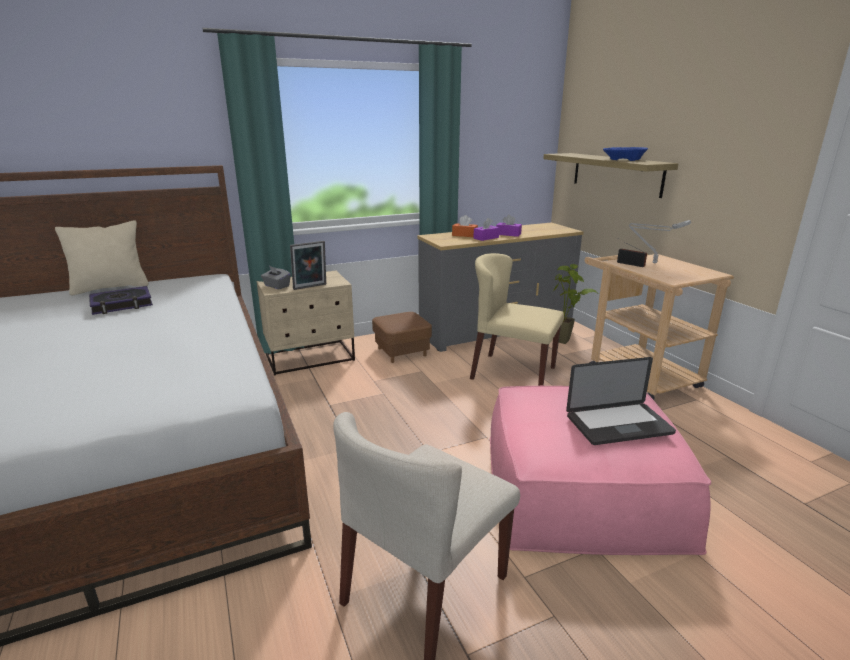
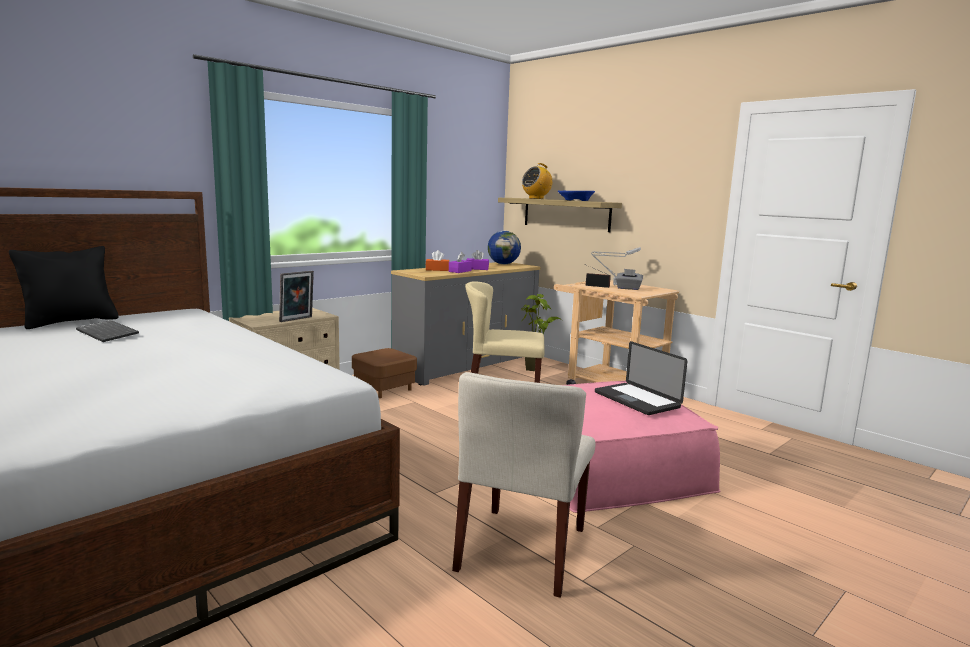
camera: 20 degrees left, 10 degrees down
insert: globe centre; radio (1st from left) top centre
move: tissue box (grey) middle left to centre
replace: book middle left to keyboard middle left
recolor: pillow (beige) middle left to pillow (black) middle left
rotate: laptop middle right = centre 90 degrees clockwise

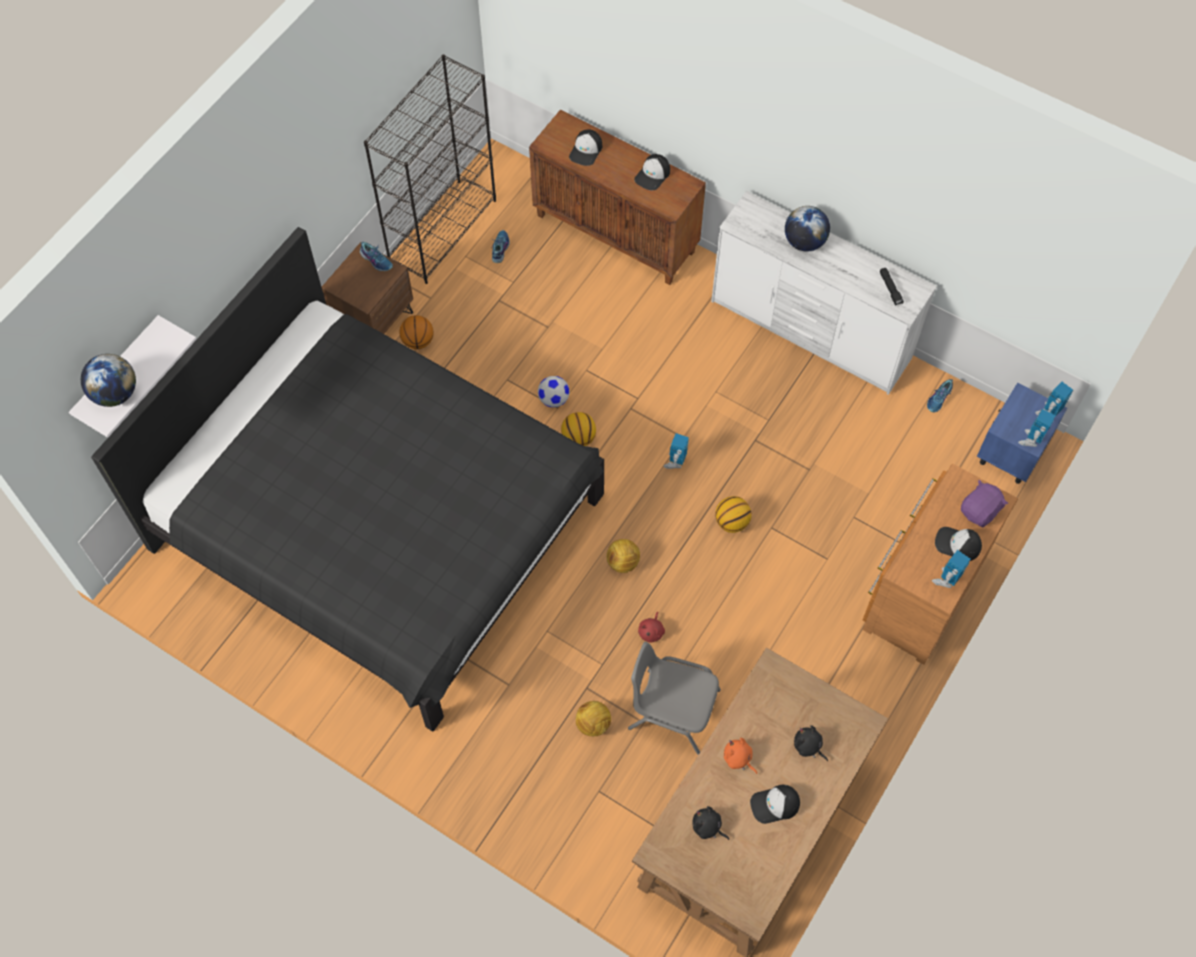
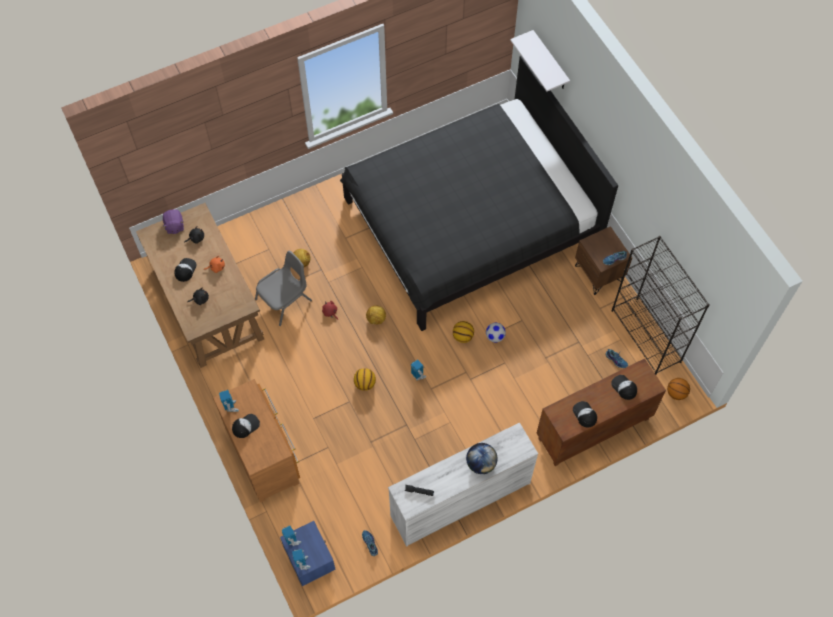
camera: 120 degrees right, 0 degrees up
delete: globe (1st from left) middle left
move: basketball (1st from left in the first image) centre to basketball (3rd from left) middle right; plush toy (purple) middle right to middle left

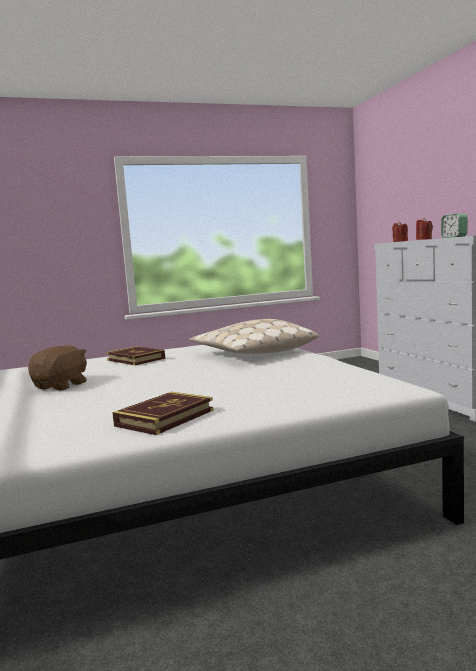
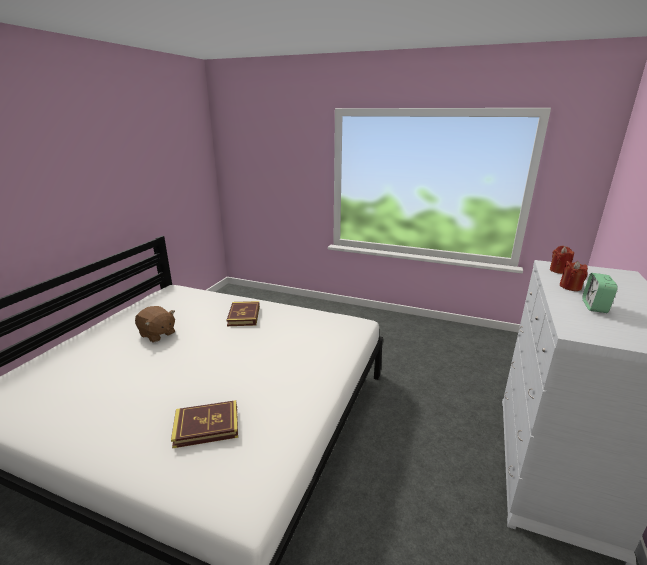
camera: 40 degrees right, 15 degrees up
delete: pillow (beige) centre
move: book (2nd from left in the first image) centre to book (1st from left) bottom left
rotate: plush toy (brown) middle left = middle left 60 degrees clockwise

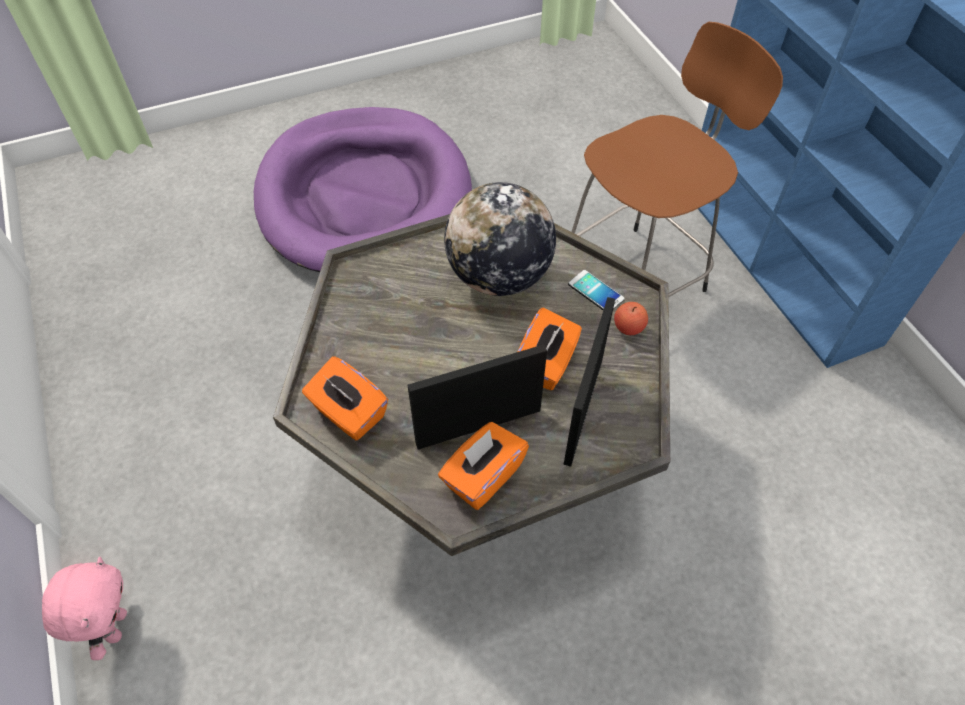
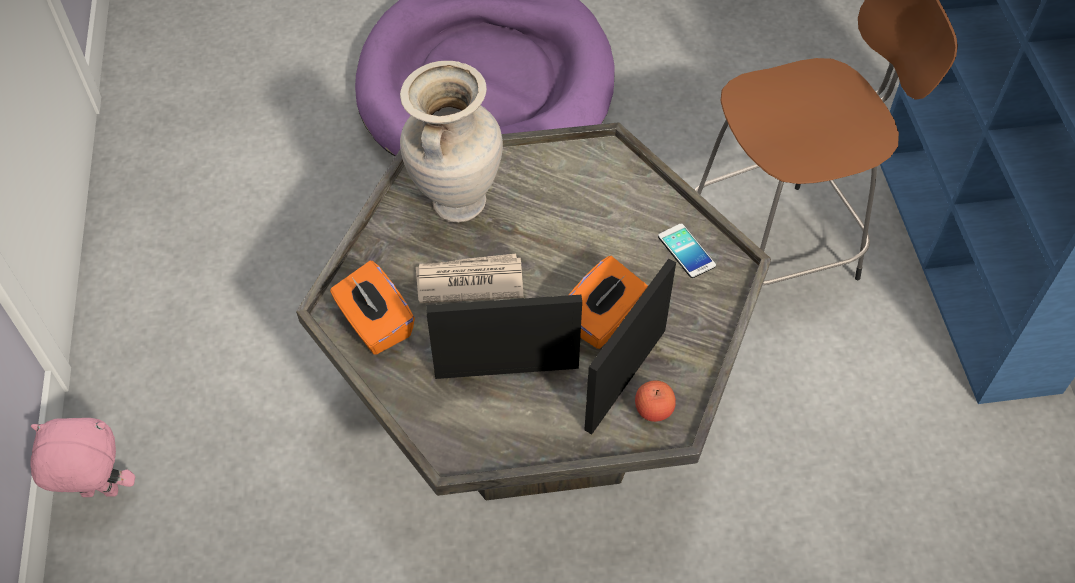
camera: 15 degrees right, 0 degrees up
delete: tissue box (orange) (2nd from left) centre; globe centre
insert: vase (beige) top centre; newspaper centre
move: apple centre to bottom centre
rotate: plush toy (pink) bottom left = bottom left 105 degrees counterclockwise

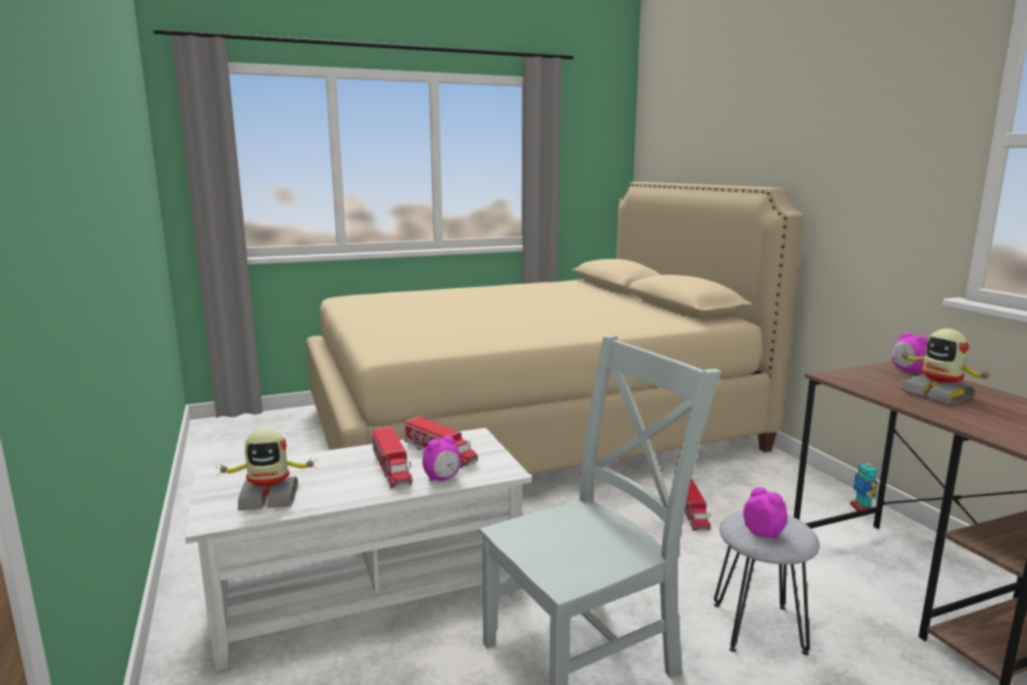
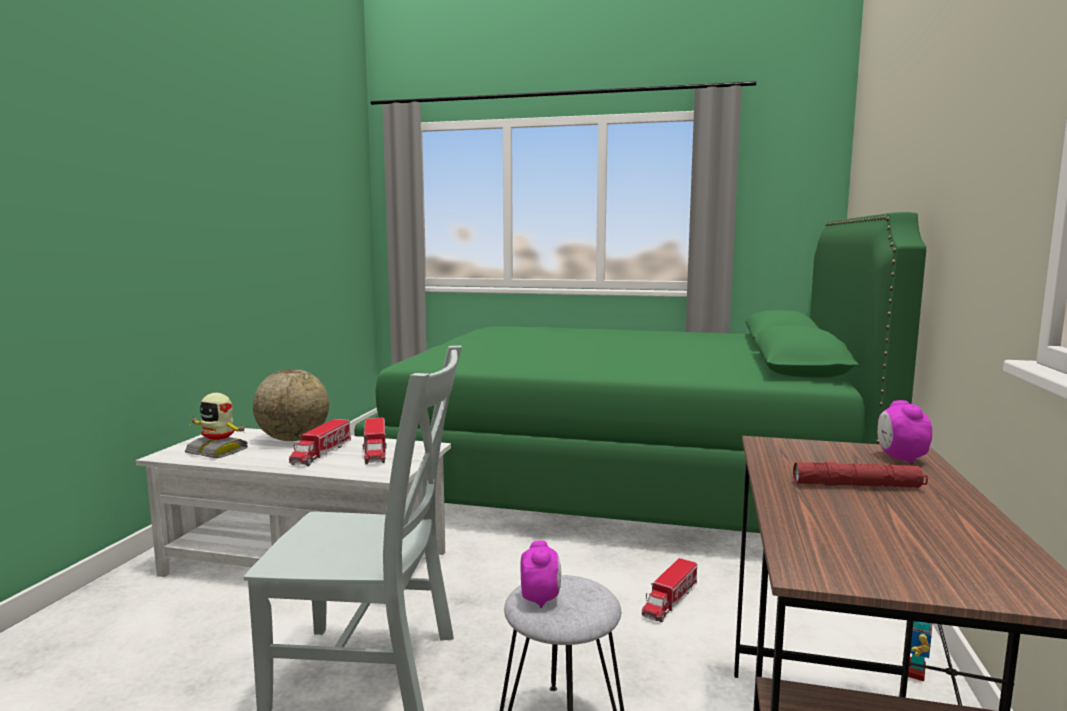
camera: 35 degrees right, 5 degrees down
delete: alarm clock (1st from left) bottom centre
insert: globe middle left
replace: toy robot (3rd from left) middle right to flashlight (red) bottom right
recolor: bed (beige) centre to bed (green) centre

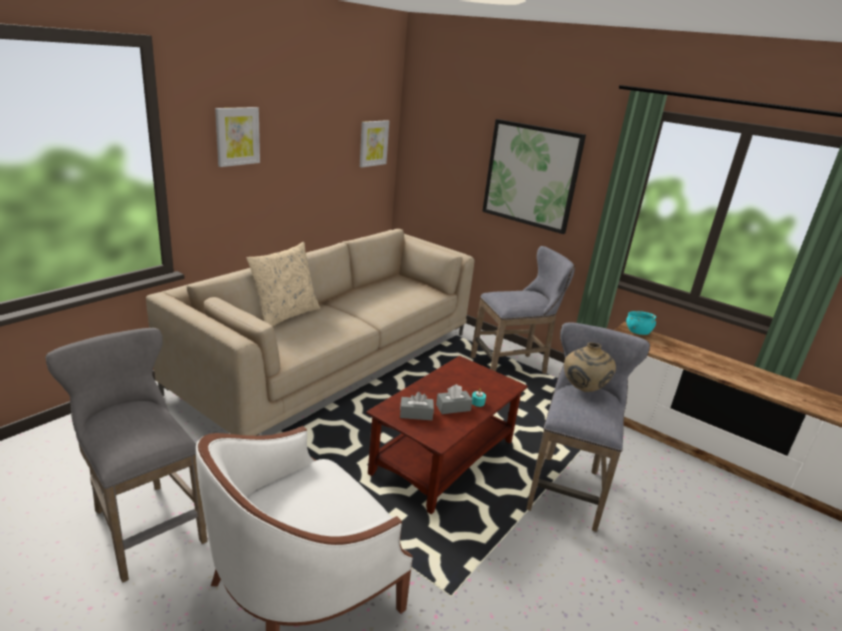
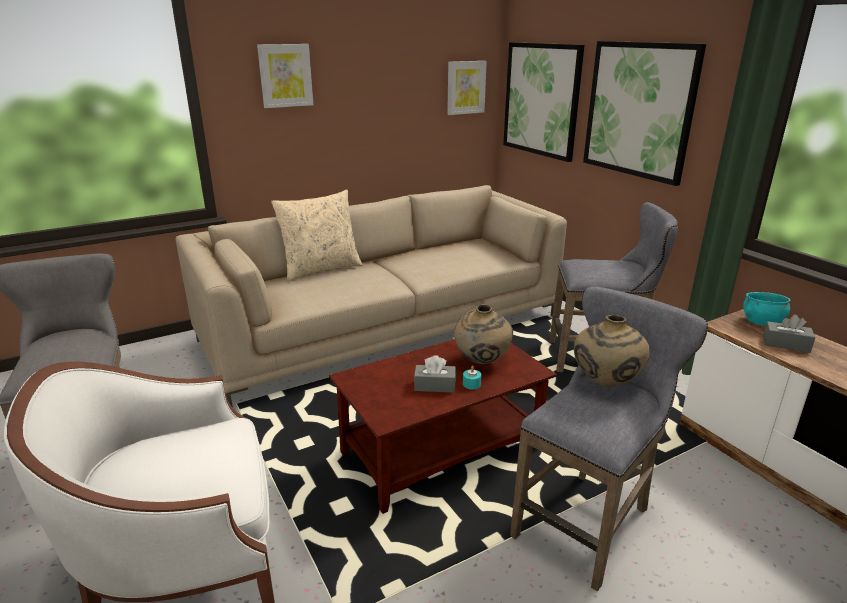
camera: 25 degrees right, 0 degrees up
insert: vase (beige) (1st from left) centre; picture (3rd from left) top centre
move: tissue box (grey) (1st from left in the first image) centre to tissue box (grey) (2nd from left) middle right

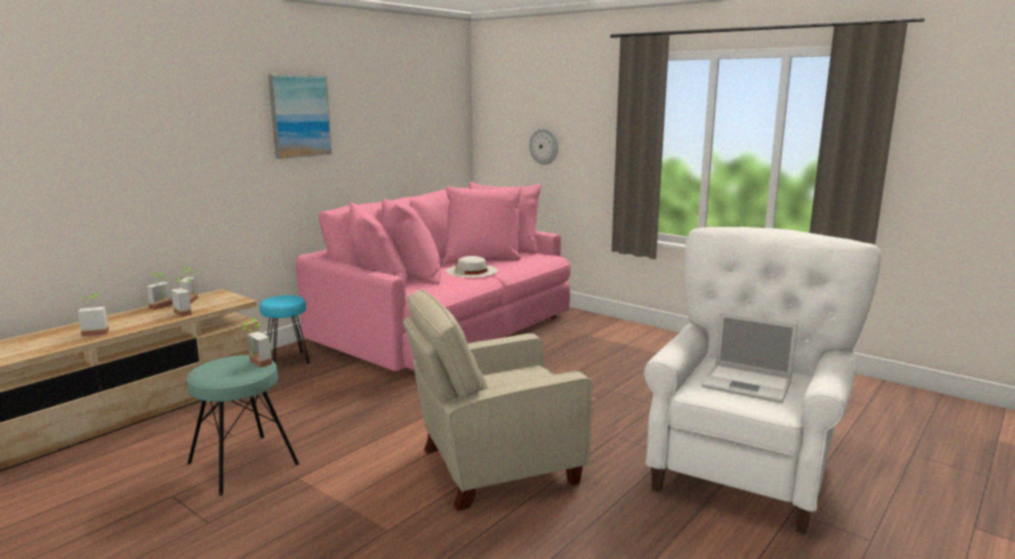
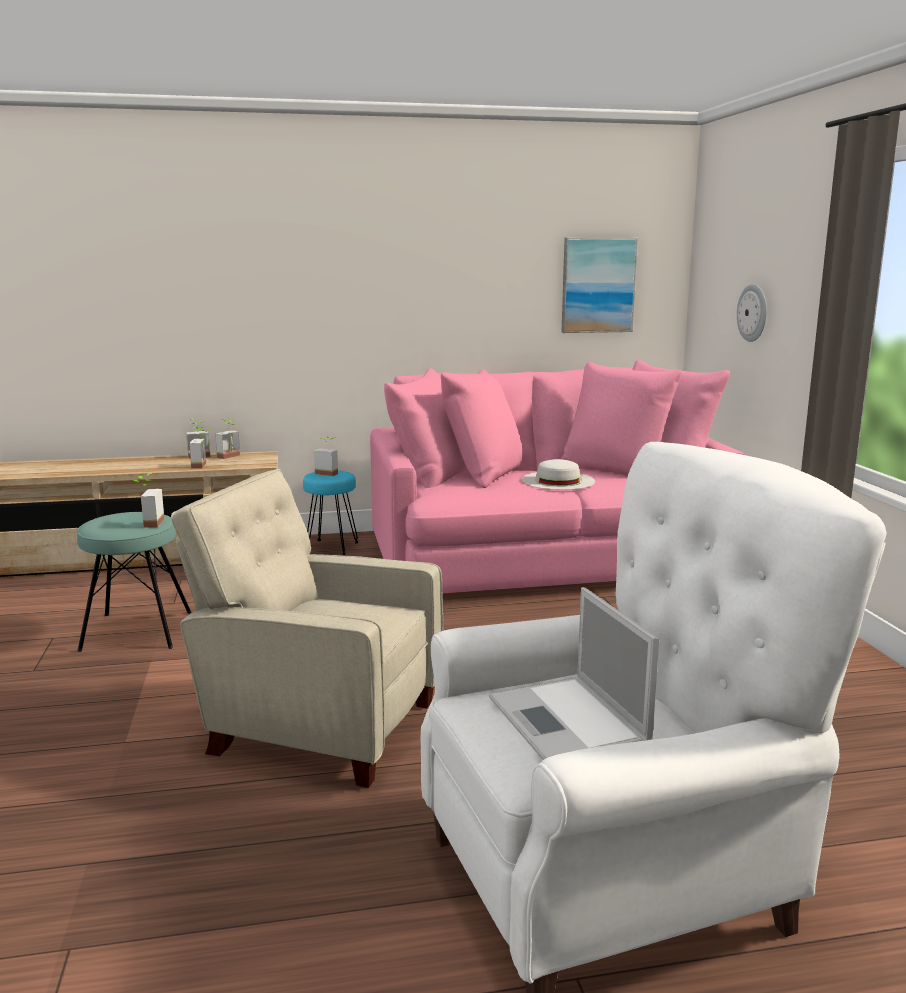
camera: 40 degrees right, 0 degrees up
move: potted plant (1st from left in the first image) middle left to potted plant (5th from left) centre; picture top left to top centre

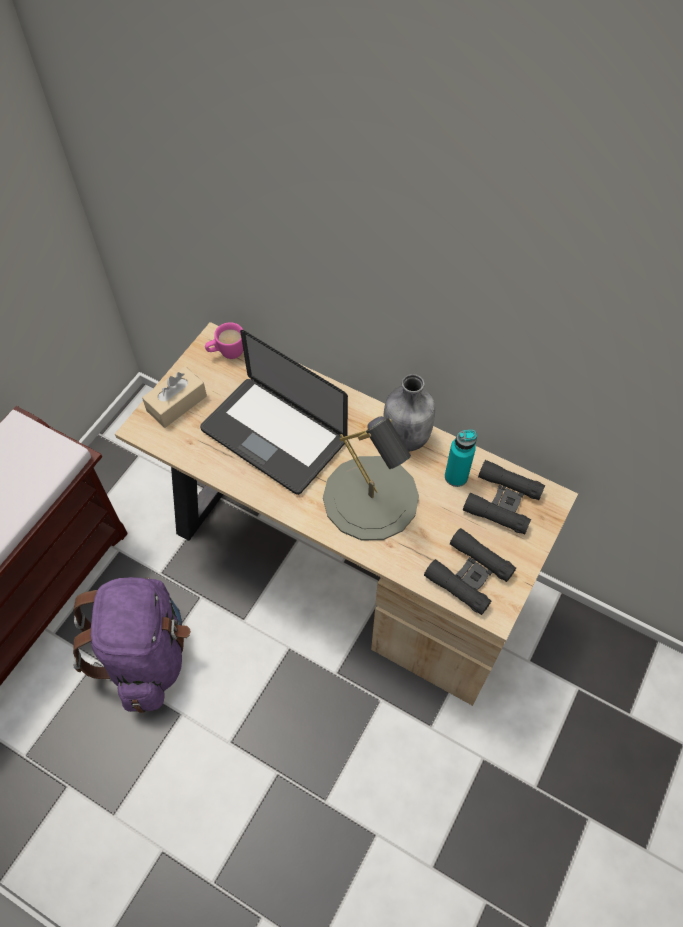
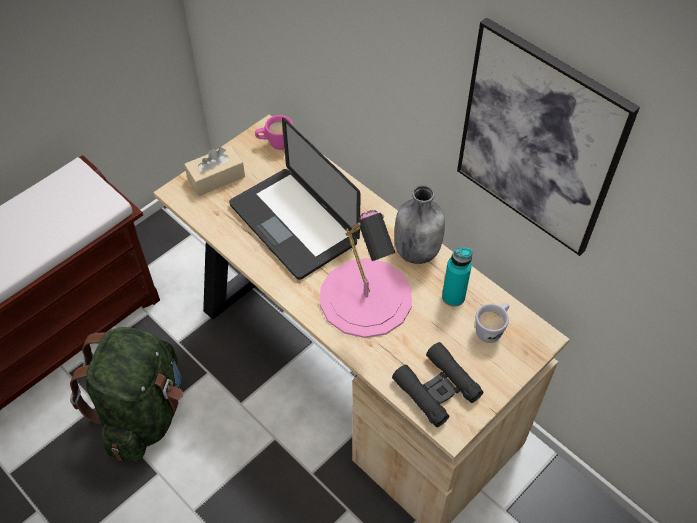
camera: 15 degrees right, 5 degrees down
insert: picture top right
replace: binoculars (black) (2nd from left) middle right to mug (white) middle right
recolor: backpack (purple) bottom left to backpack (green) bottom left; table lamp (grey) centre to table lamp (pink) centre

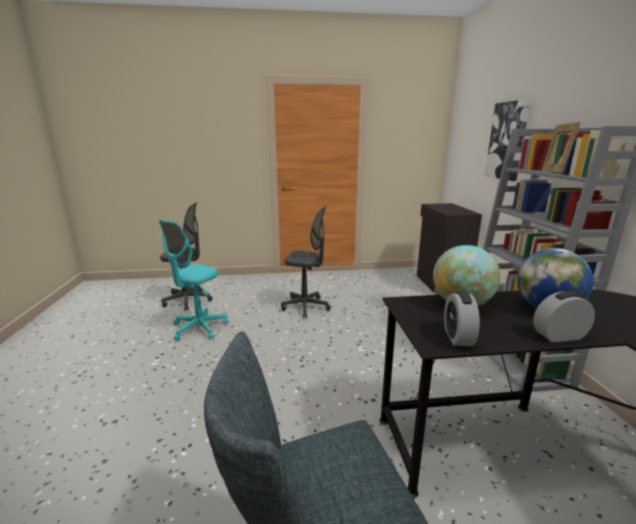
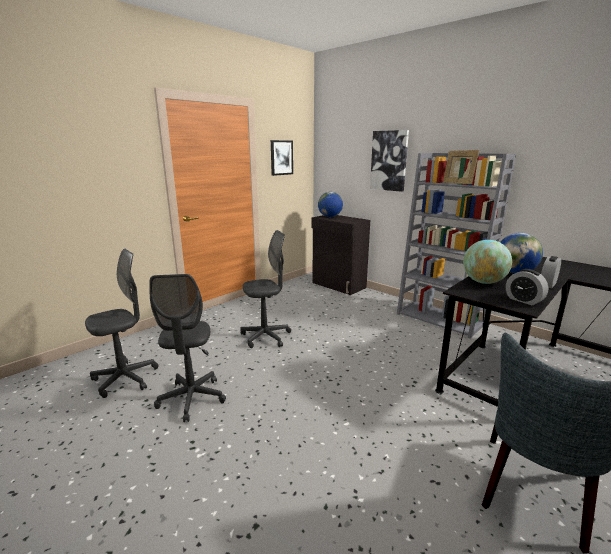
camera: 40 degrees left, 0 degrees up
insert: picture (1st from left) top centre; globe (1st from left) centre
recolor: office chair (turquoise) middle left to office chair (grey) (2nd from left) middle left

